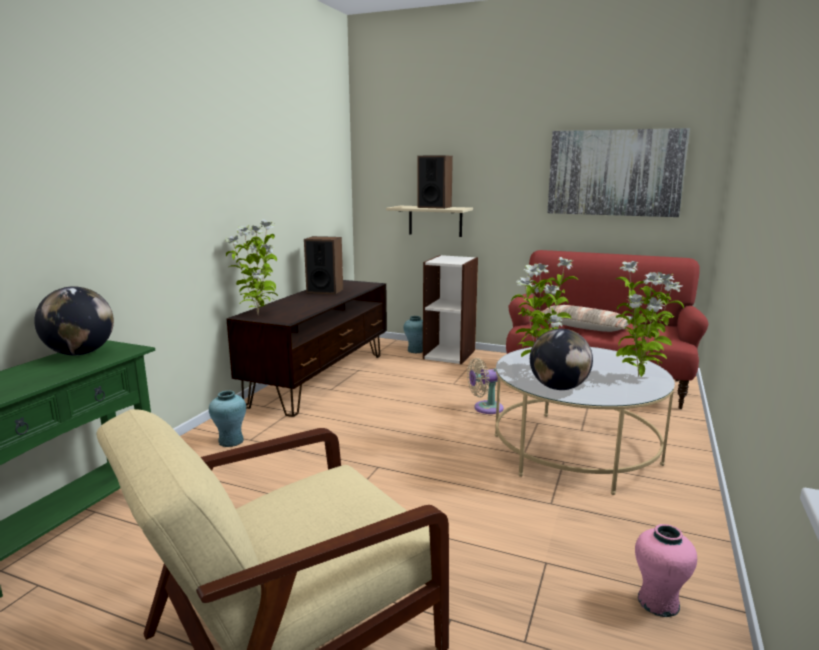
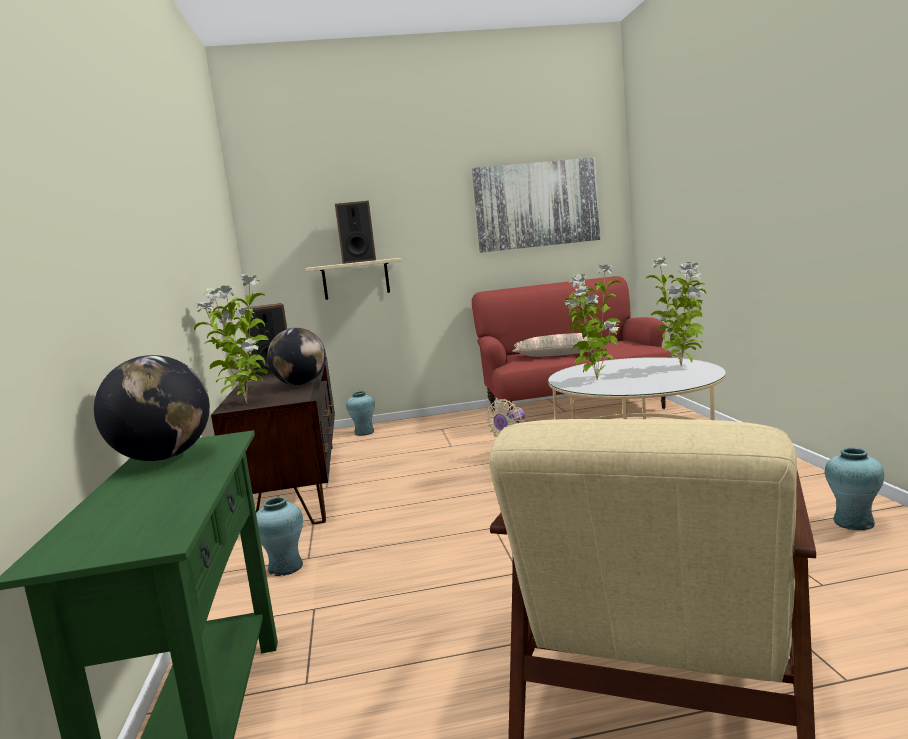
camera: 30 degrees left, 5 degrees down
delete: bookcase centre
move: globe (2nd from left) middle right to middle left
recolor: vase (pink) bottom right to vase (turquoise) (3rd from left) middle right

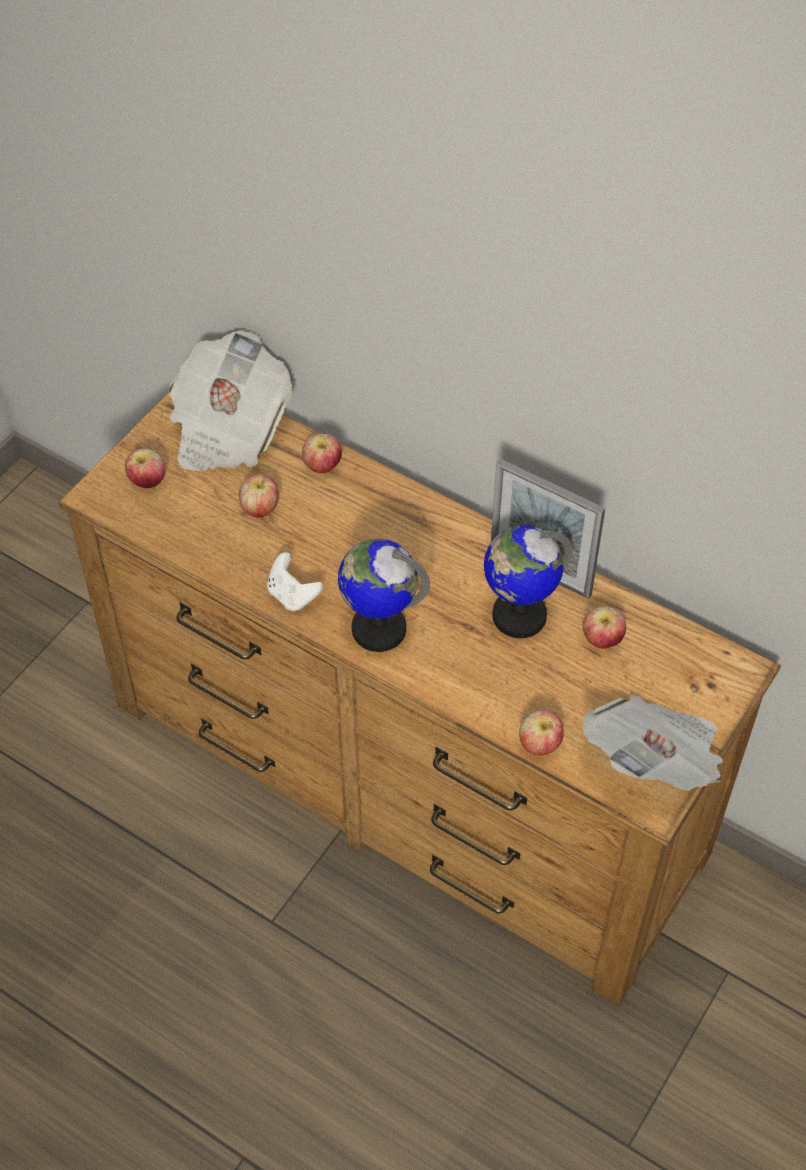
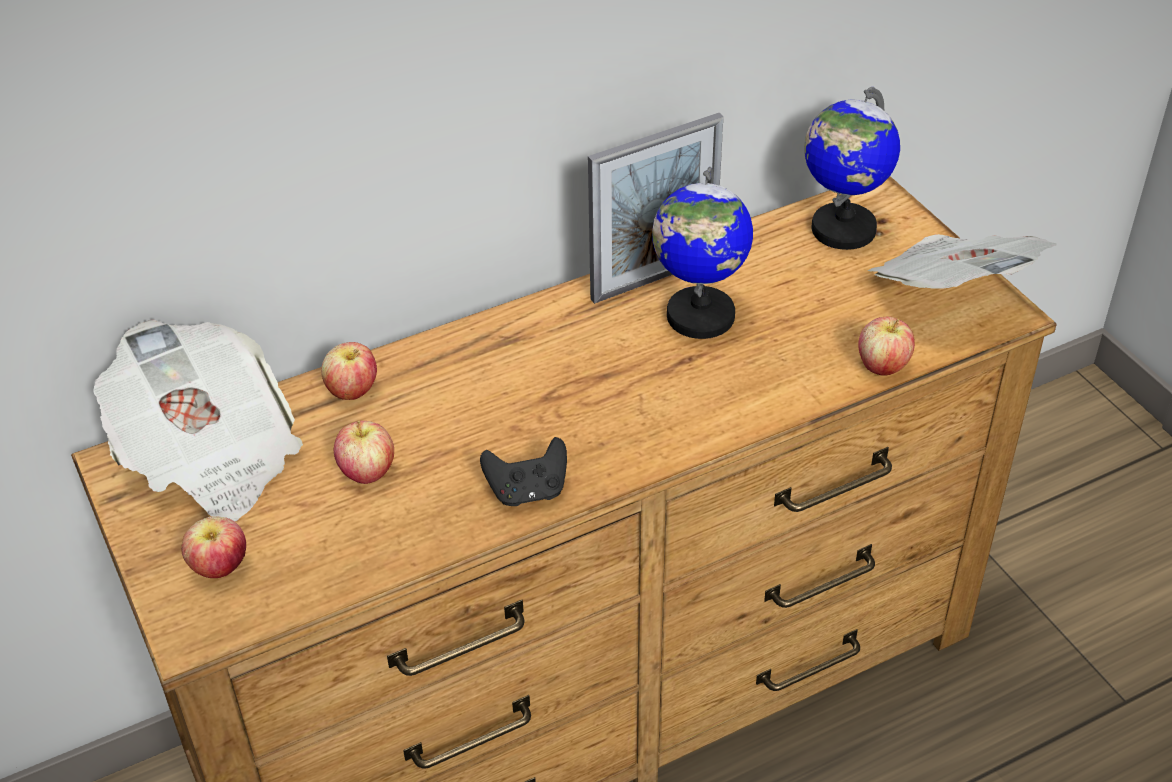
camera: 60 degrees left, 10 degrees down
delete: apple (5th from left) middle right
move: globe (1st from left in the first image) centre to globe (2nd from left) top right
recolor: game controller (white) centre to game controller (black) centre

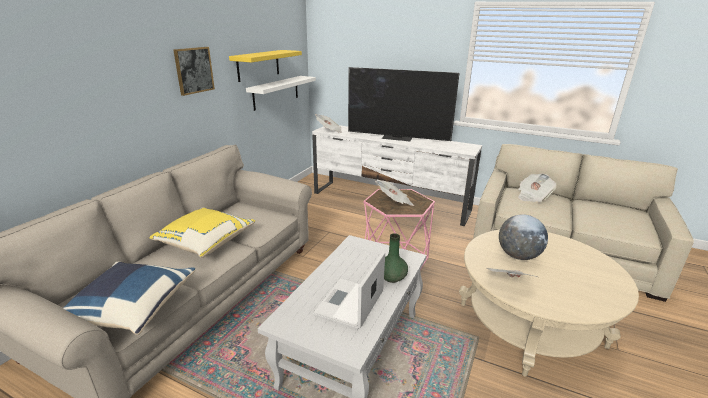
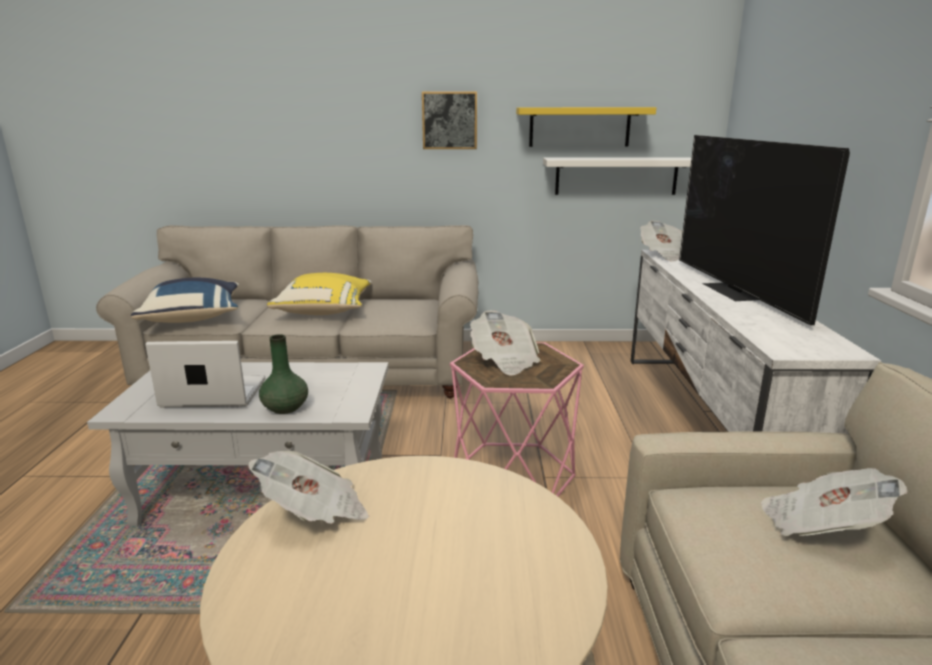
camera: 65 degrees right, 5 degrees down
delete: globe middle right

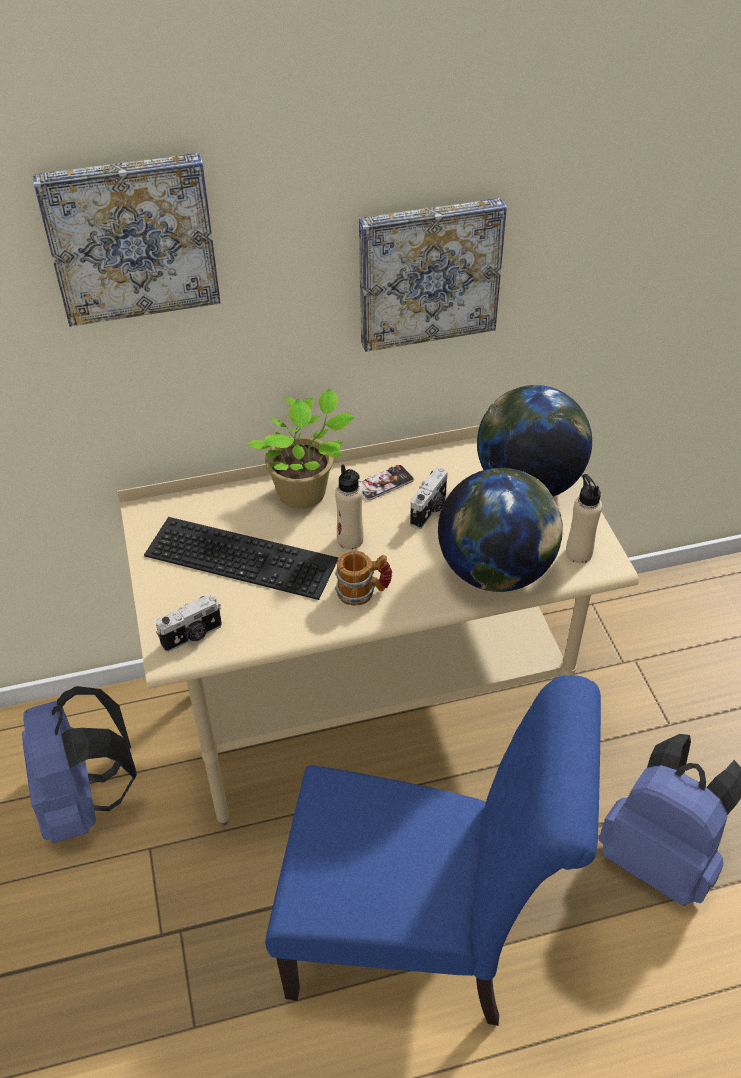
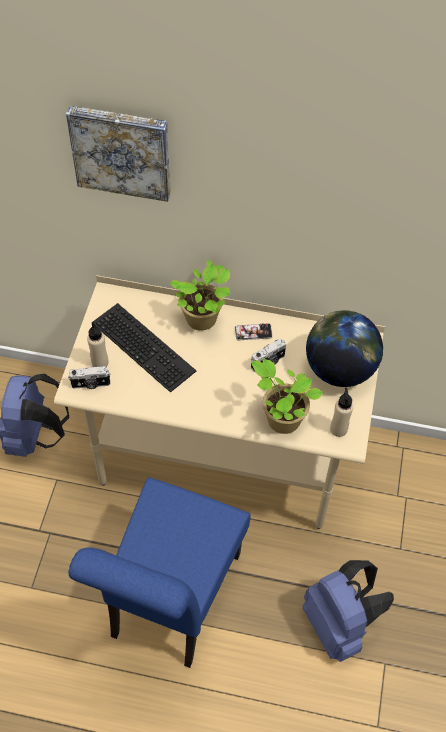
camera: 25 degrees right, 10 degrees up
delete: mug centre; picture (2nd from left) top centre
move: bottle (beige) (1st from left) centre to middle left
replace: globe (1st from left) middle right to potted plant (2nd from left) centre
rotate: chair (blue) bottom centre = bottom centre 75 degrees clockwise

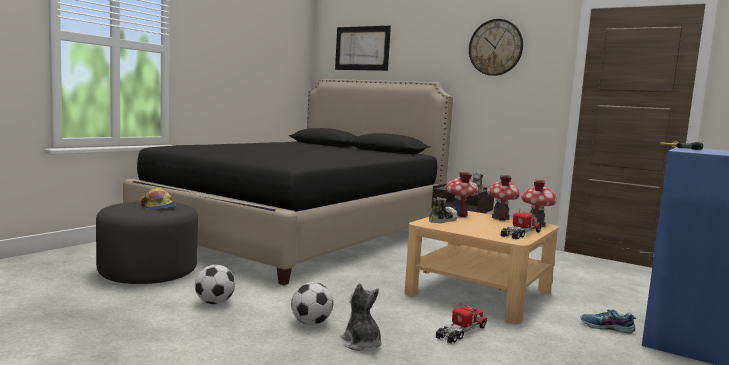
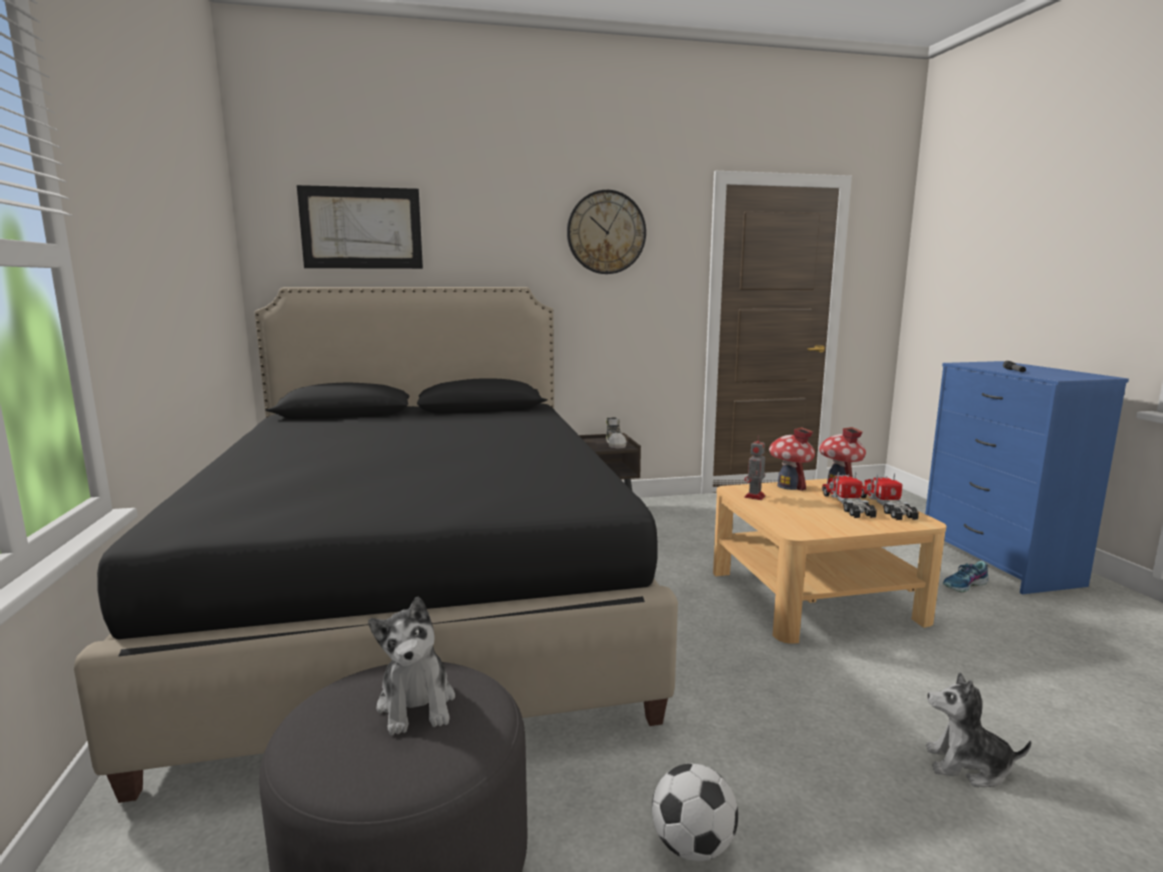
camera: 45 degrees left, 5 degrees up
delete: football (2nd from left) bottom centre; shoe (1st from left) centre
move: toy truck (1st from left) bottom centre to middle right
replace: cap middle left to plush toy (1st from left) bottom centre; toy house (1st from left) centre to toy robot centre

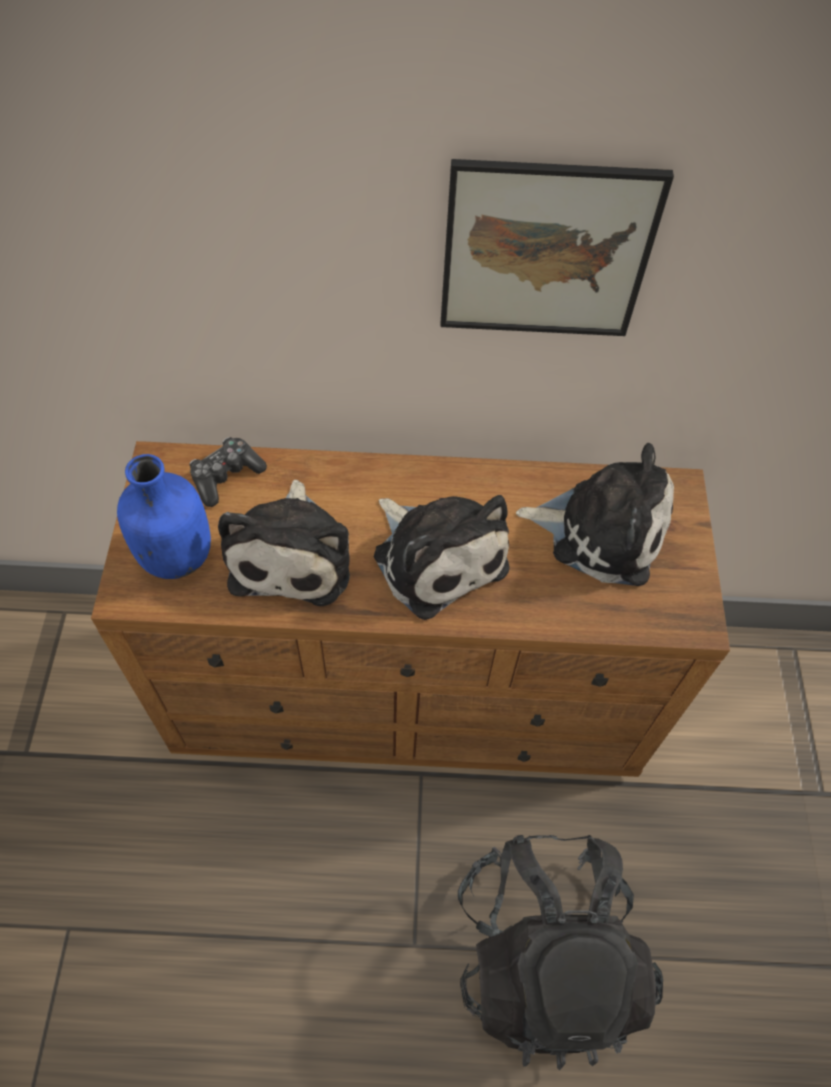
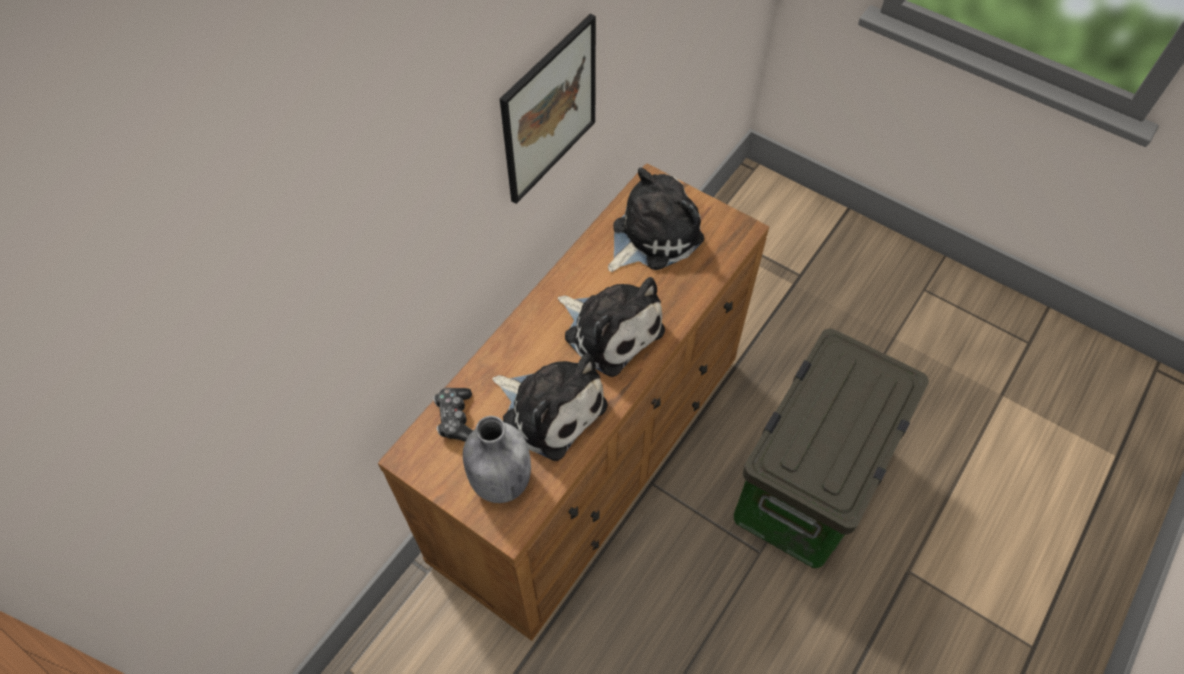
camera: 55 degrees left, 0 degrees up
replace: backpack (black) bottom right to storage box middle right
recolor: bottle (blue) middle left to bottle (grey) bottom centre
rotate: plush toy (2nd from left) centre = centre 45 degrees clockwise

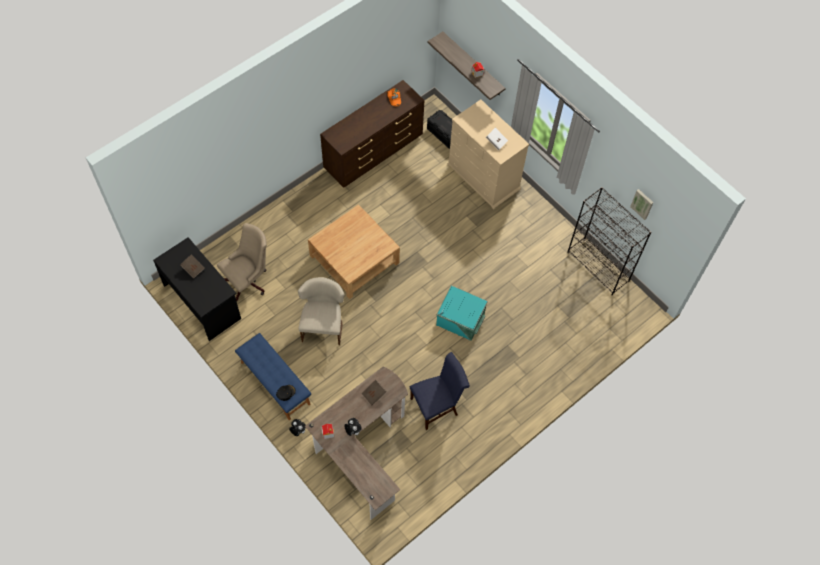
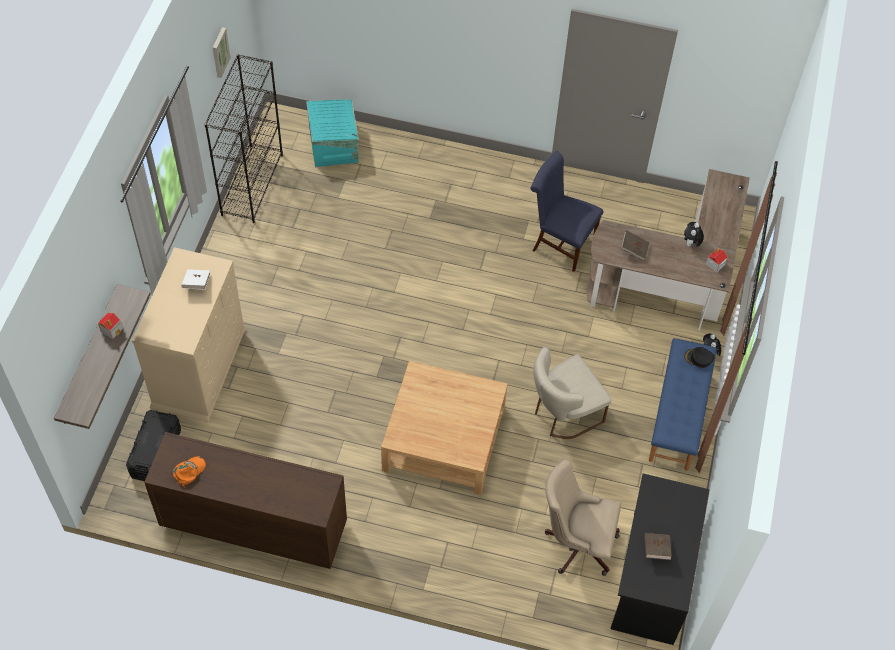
camera: 125 degrees left, 5 degrees down
move: storage box (turquoise) centre to top centre

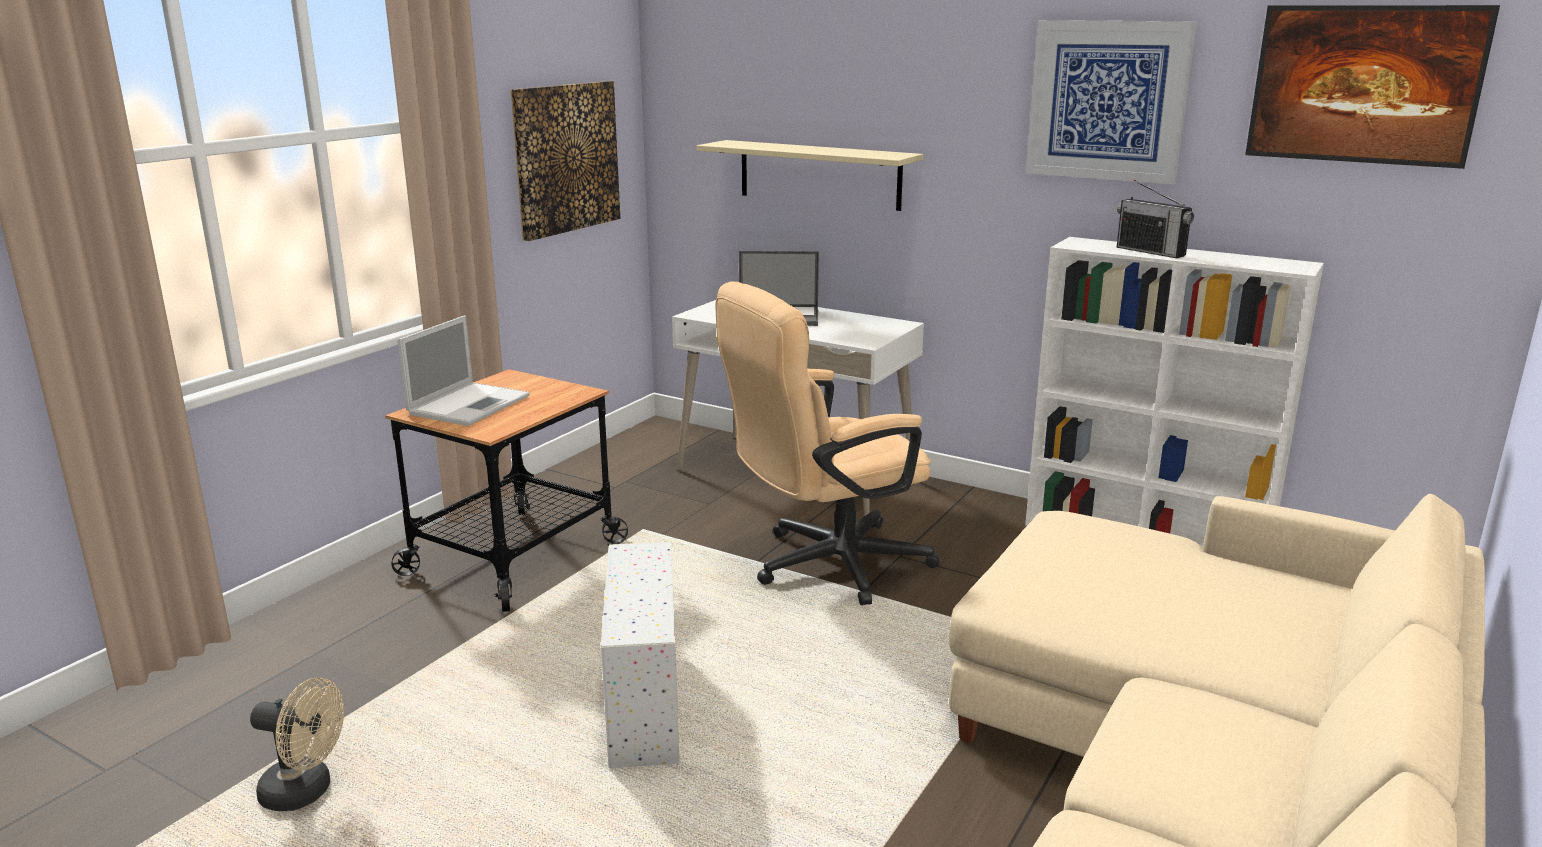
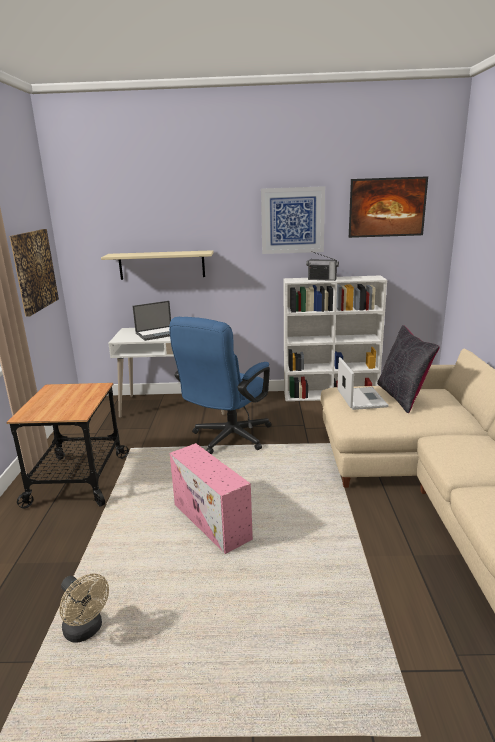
camera: 30 degrees left, 0 degrees up
insert: pillow (black) middle right
move: laptop (1st from left in the first image) middle left to laptop (2nd from left) middle right
recolor: storage box (white) bottom centre to storage box (pink) bottom centre; office chair (beige) centre to office chair (blue) centre
rotate: fan (beige) bottom left = bottom left 60 degrees clockwise

